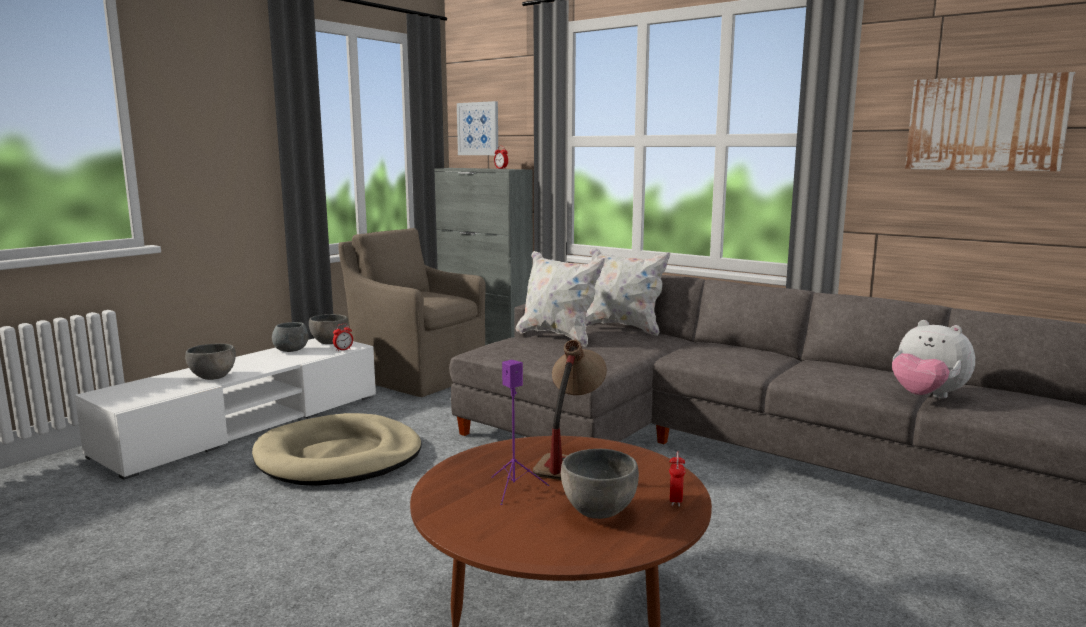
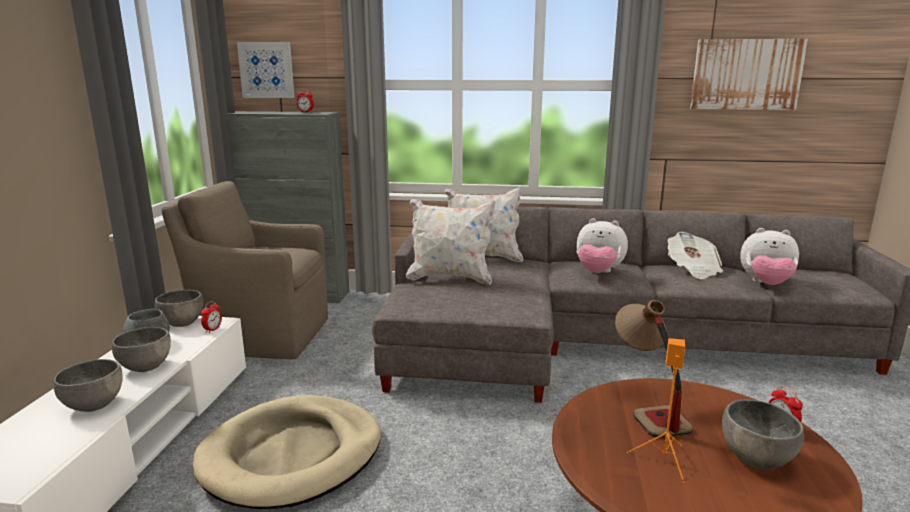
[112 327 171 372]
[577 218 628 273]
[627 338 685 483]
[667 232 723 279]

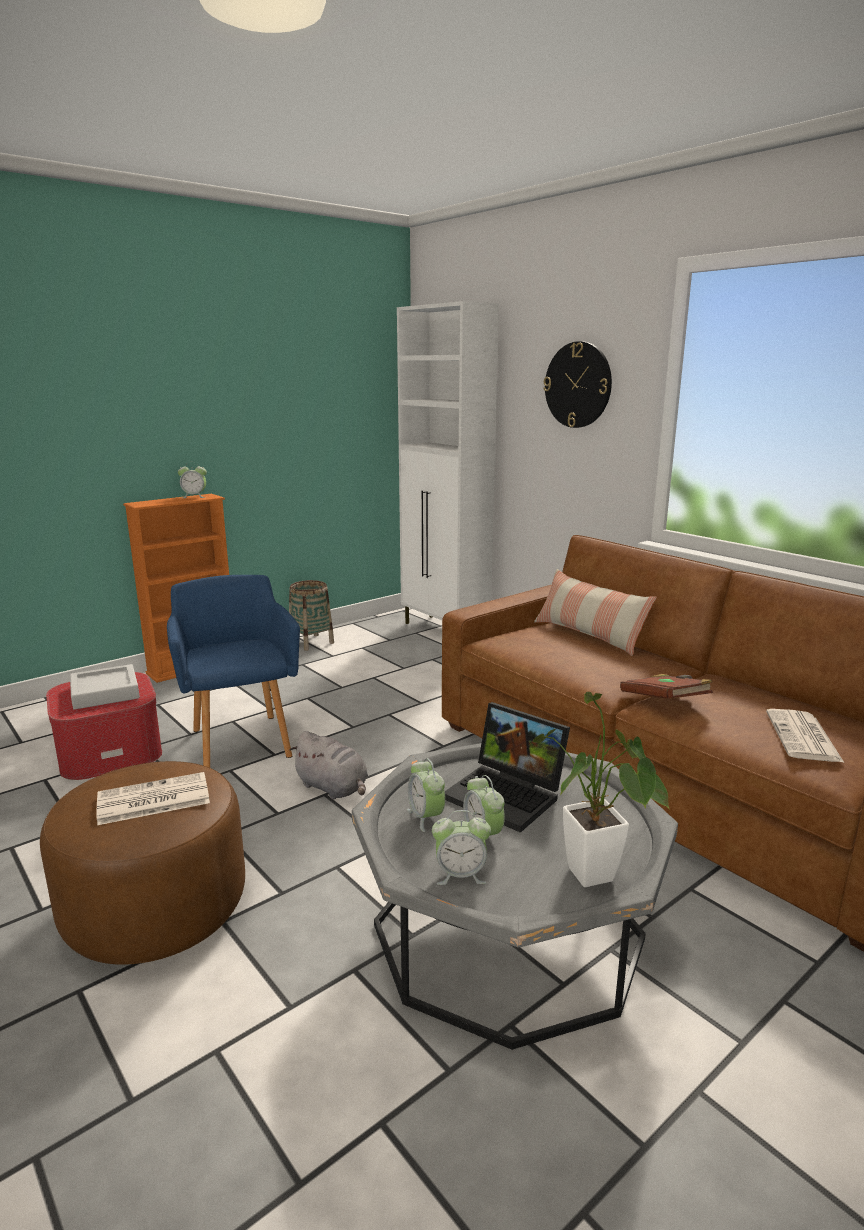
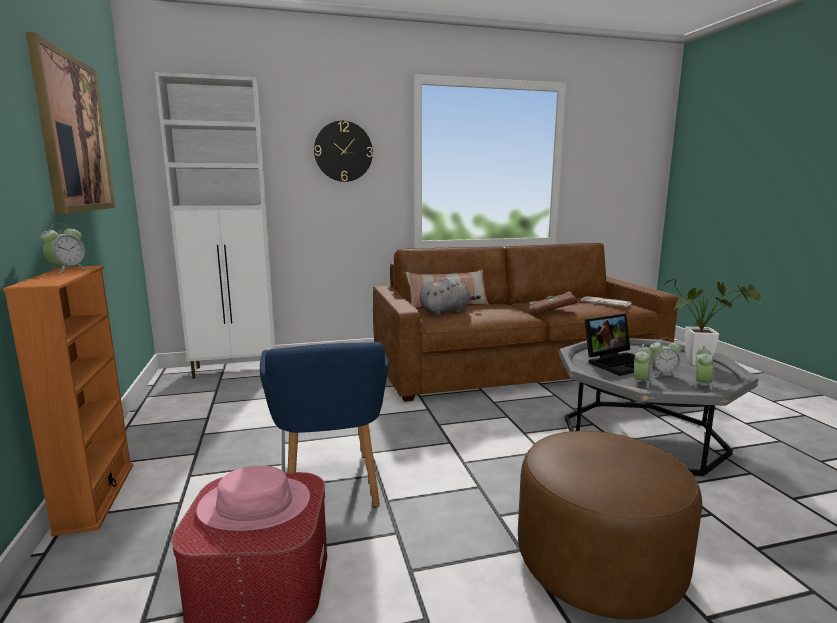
[26 32 115 214]
[196 466 310 531]
[260 342 389 507]
[420 278 481 315]
[634 344 653 388]
[96 772 210 825] (first image)
[289 580 334 651] (first image)

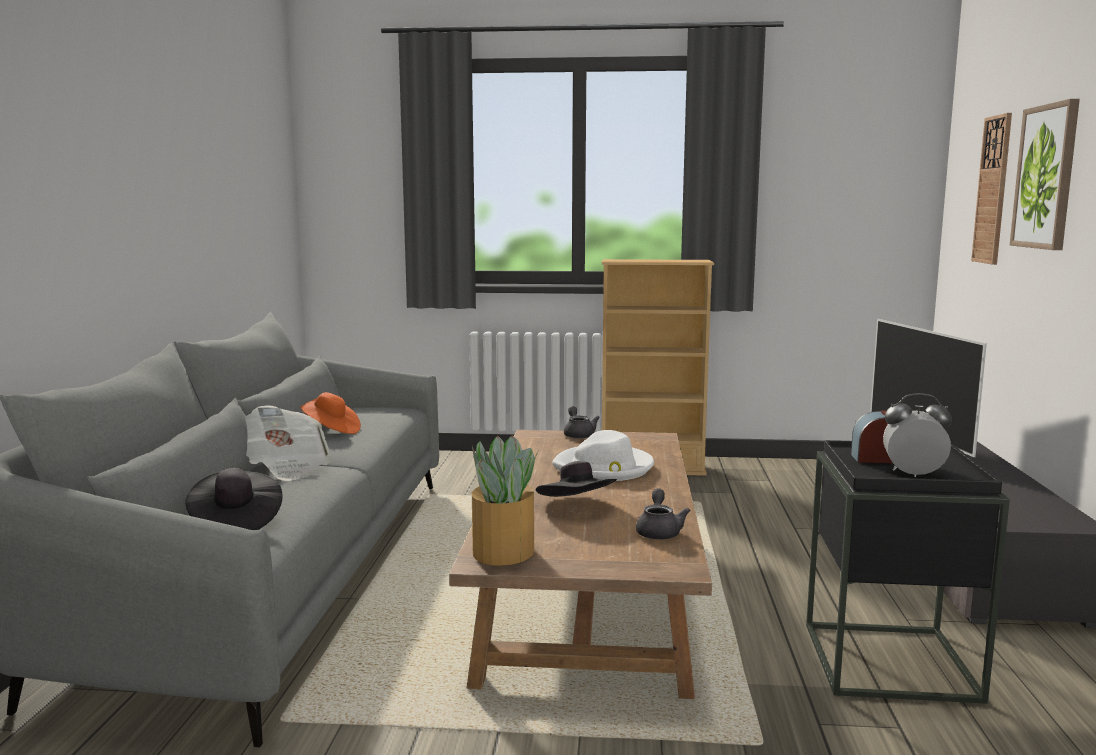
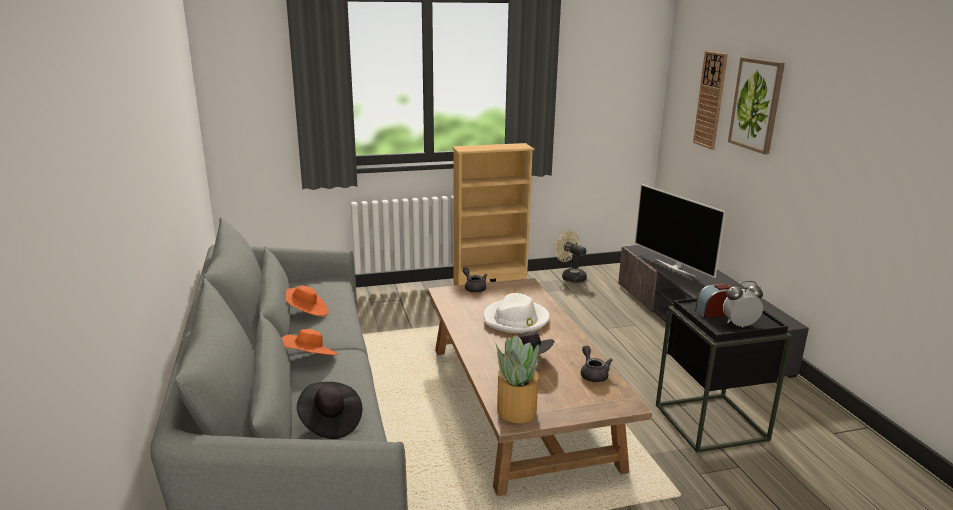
[282 329 337 355]
[555 231 587 283]

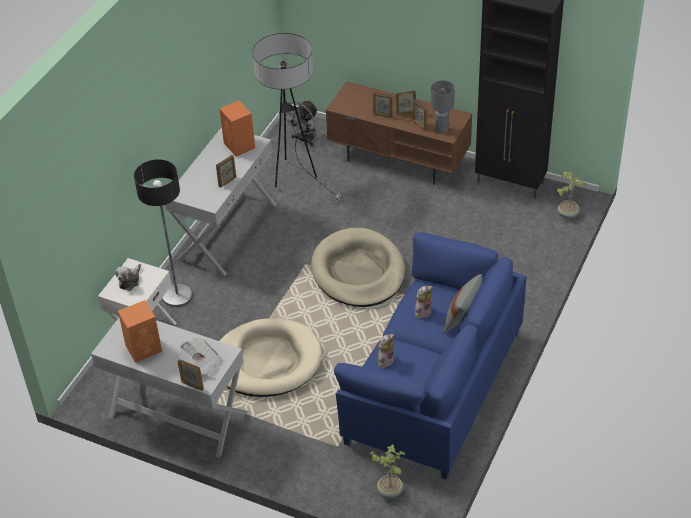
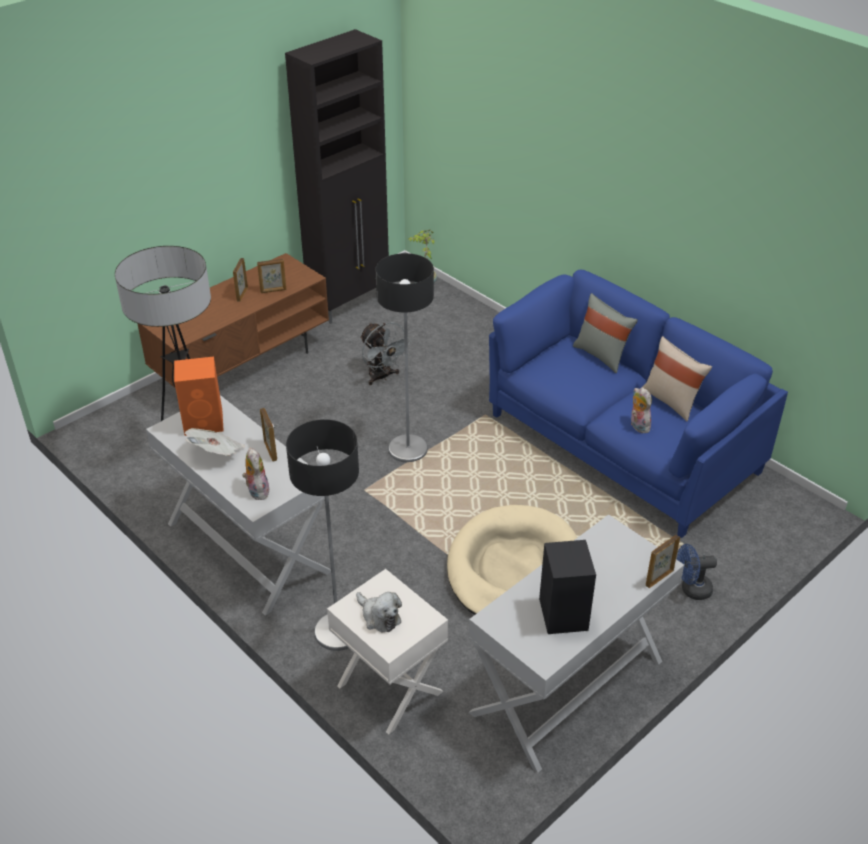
[185 428 245 456]
[242 448 269 500]
[360 322 411 385]
[375 253 434 463]
[539 540 596 634]
[643 336 712 421]
[677 544 717 600]
[370 445 405 499] (first image)
[373 92 393 118] (first image)
[431 80 455 134] (first image)

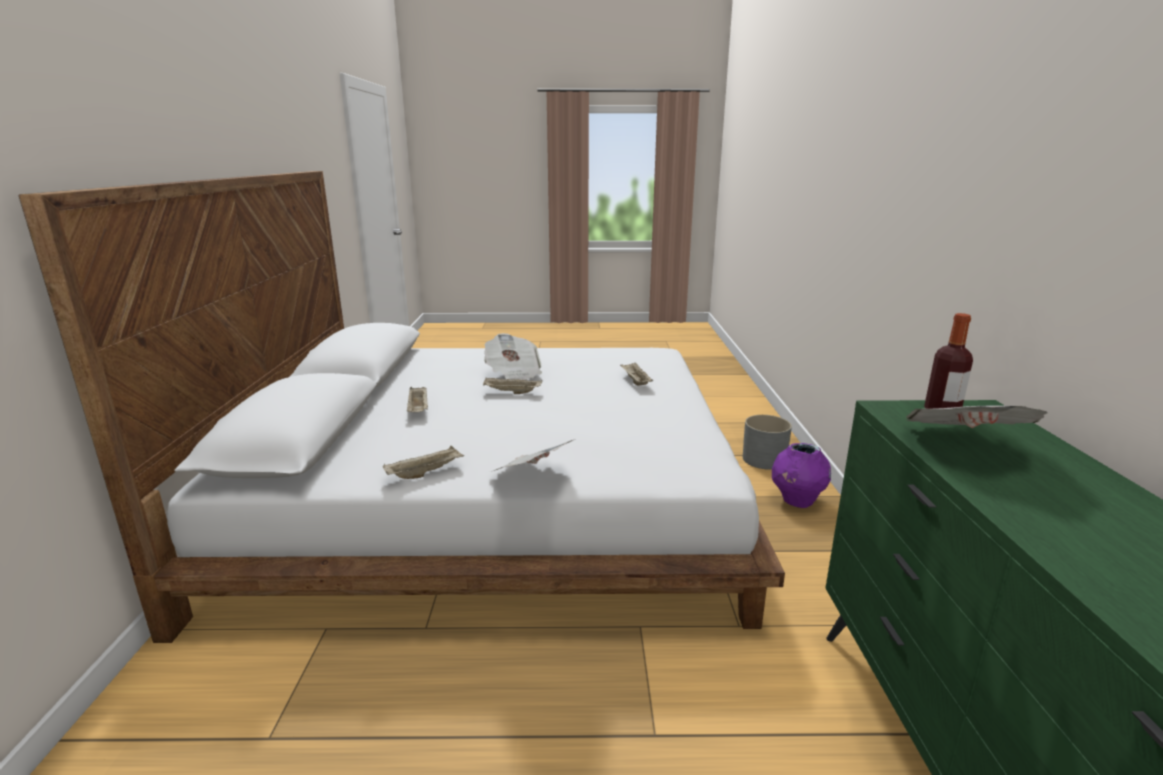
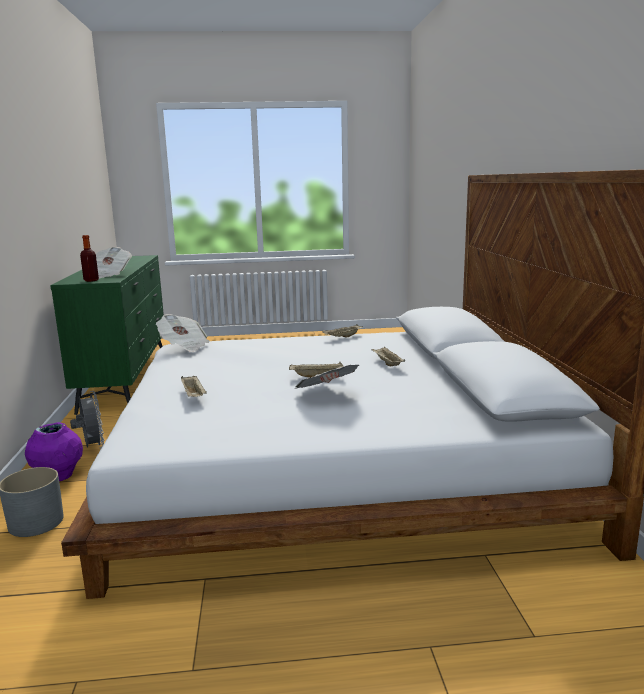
[70 391 104 449]
[156 314 210 352]

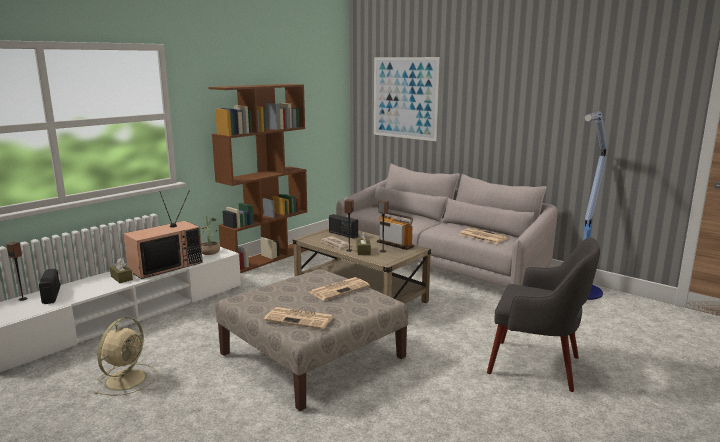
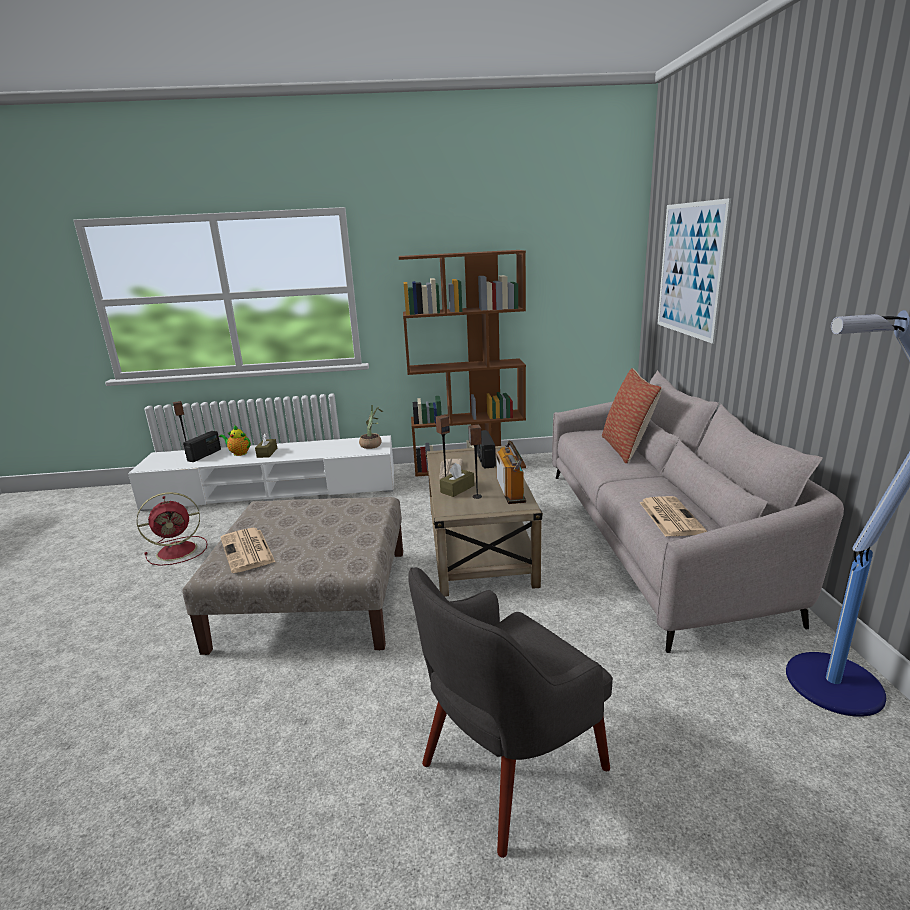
[137 492 207 566]
[219 425 251 456]
[408 567 613 858]
[602 368 662 464]
[123 191 203 279] (first image)
[309 277 370 300] (first image)

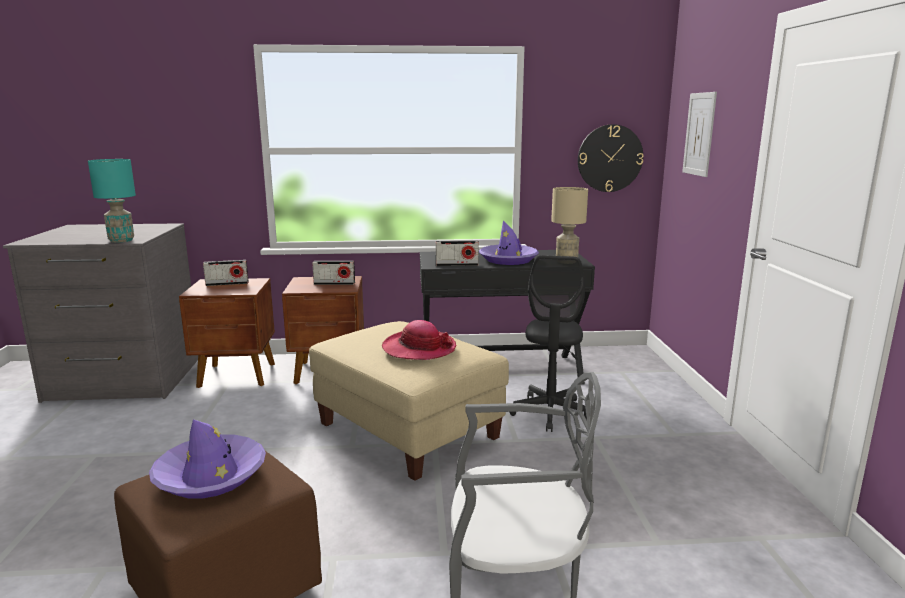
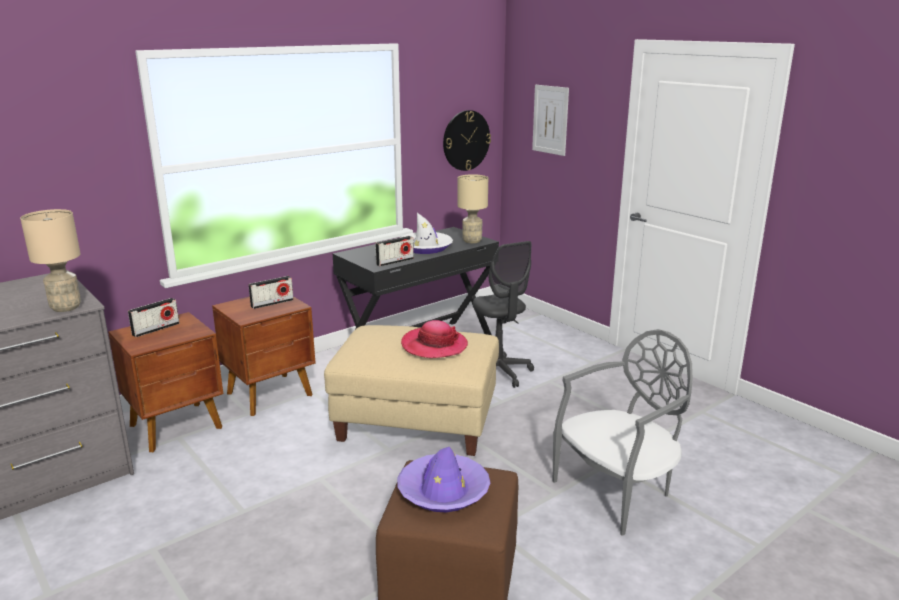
[20 209 81 312]
[402 213 453 254]

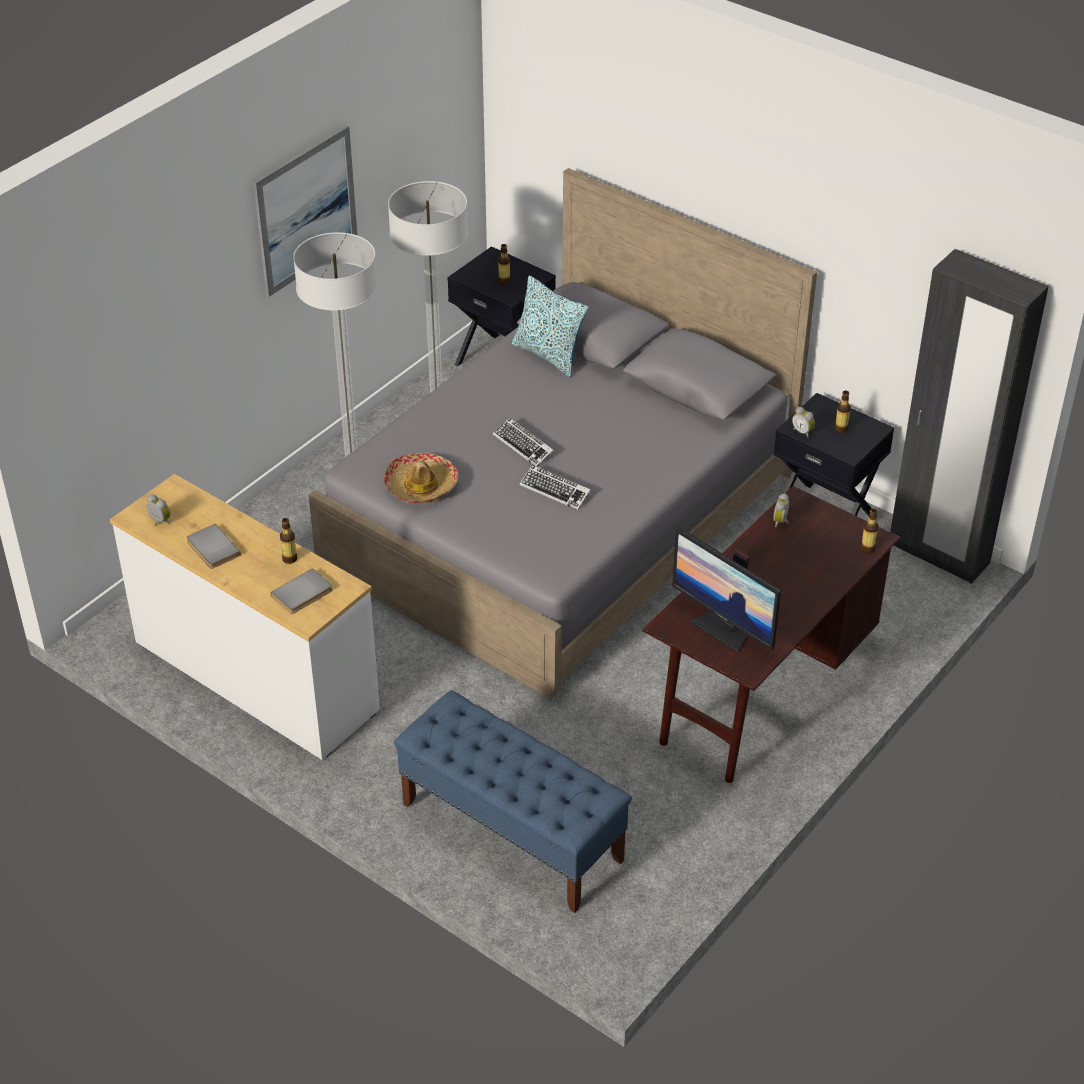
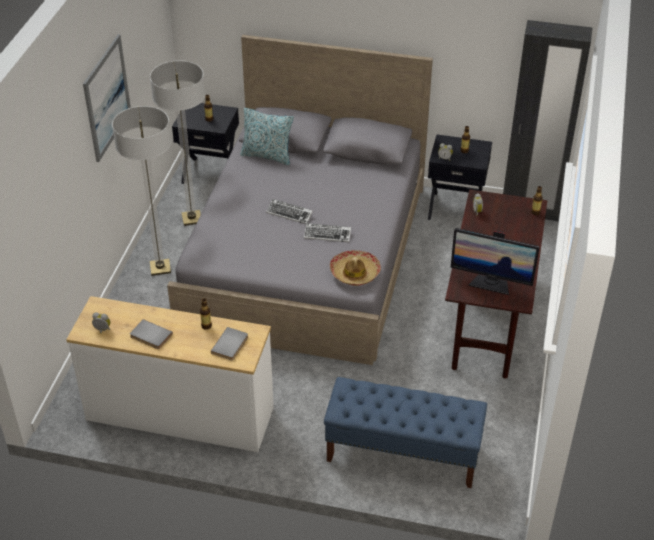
[330 250 381 286]

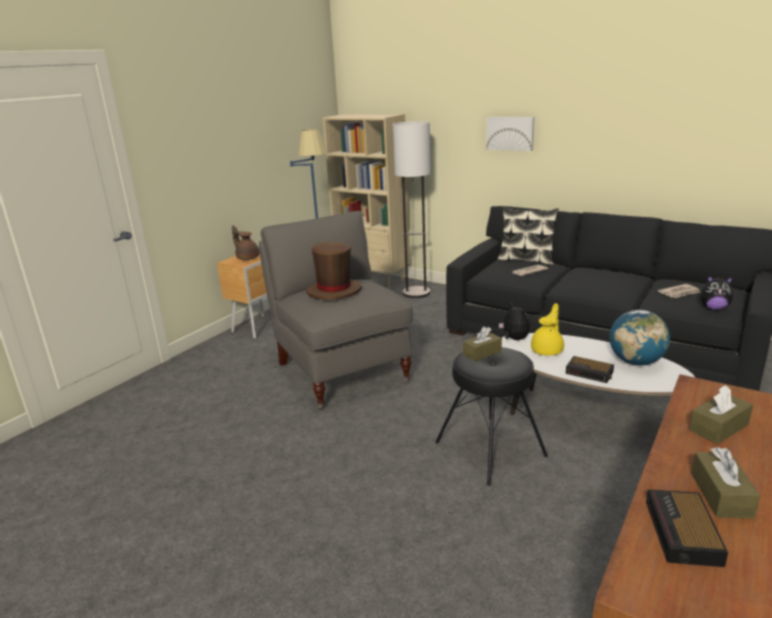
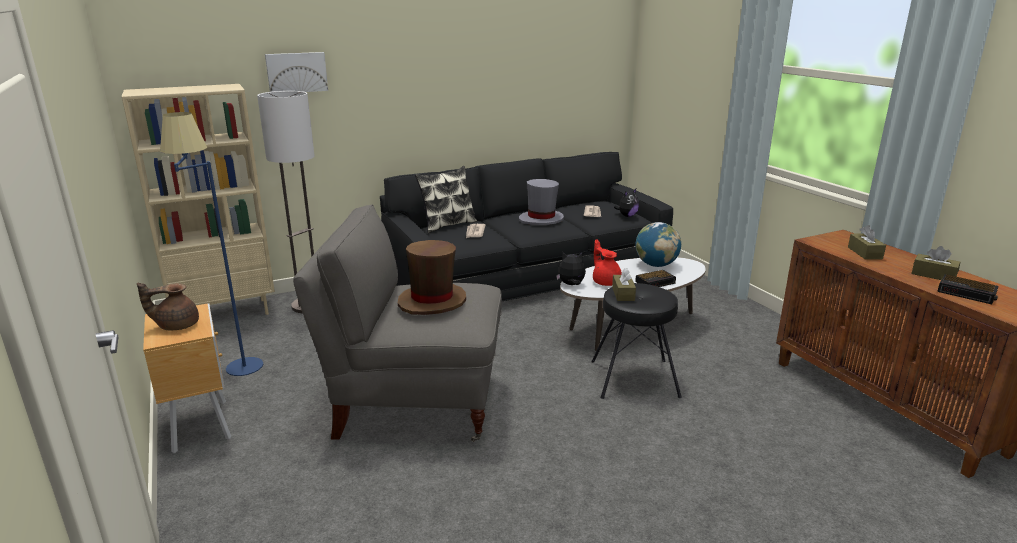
[265 52 328 92]
[519 179 564 225]
[593 239 622 286]

